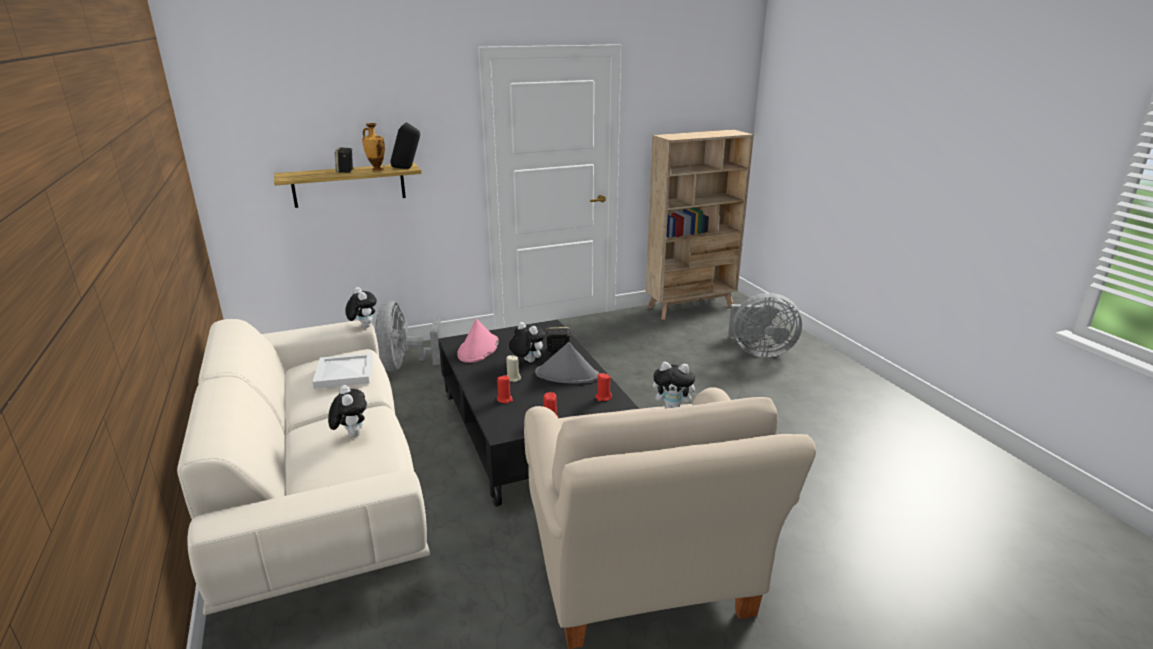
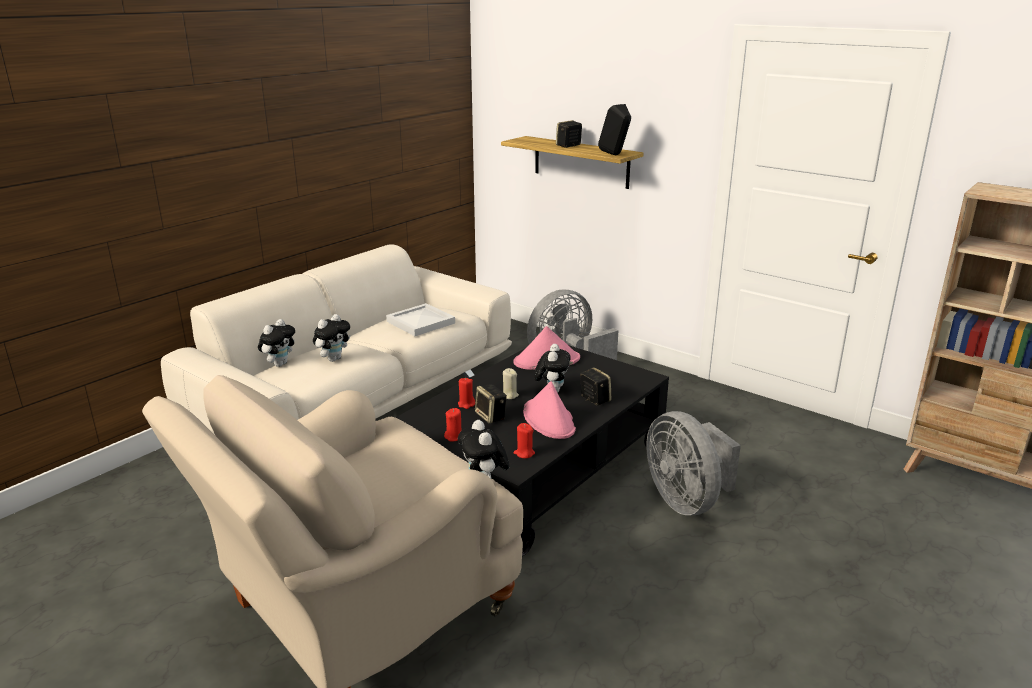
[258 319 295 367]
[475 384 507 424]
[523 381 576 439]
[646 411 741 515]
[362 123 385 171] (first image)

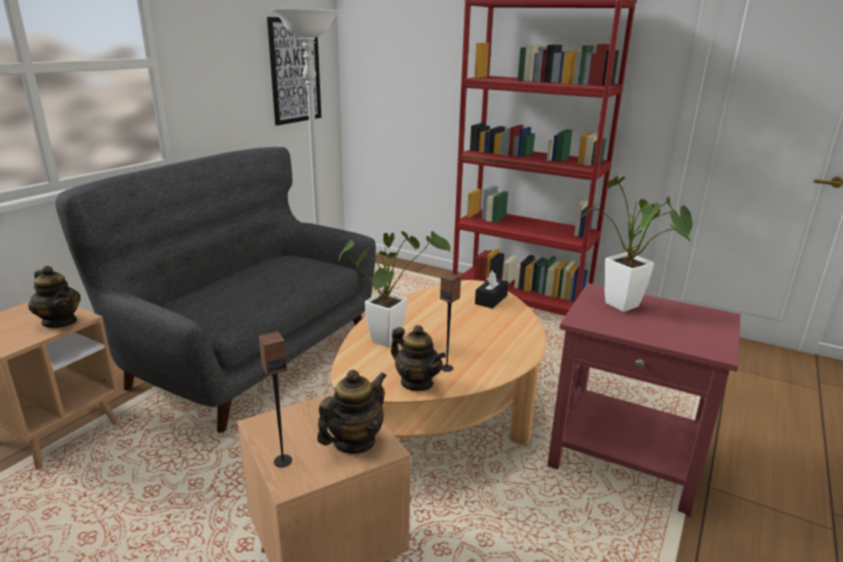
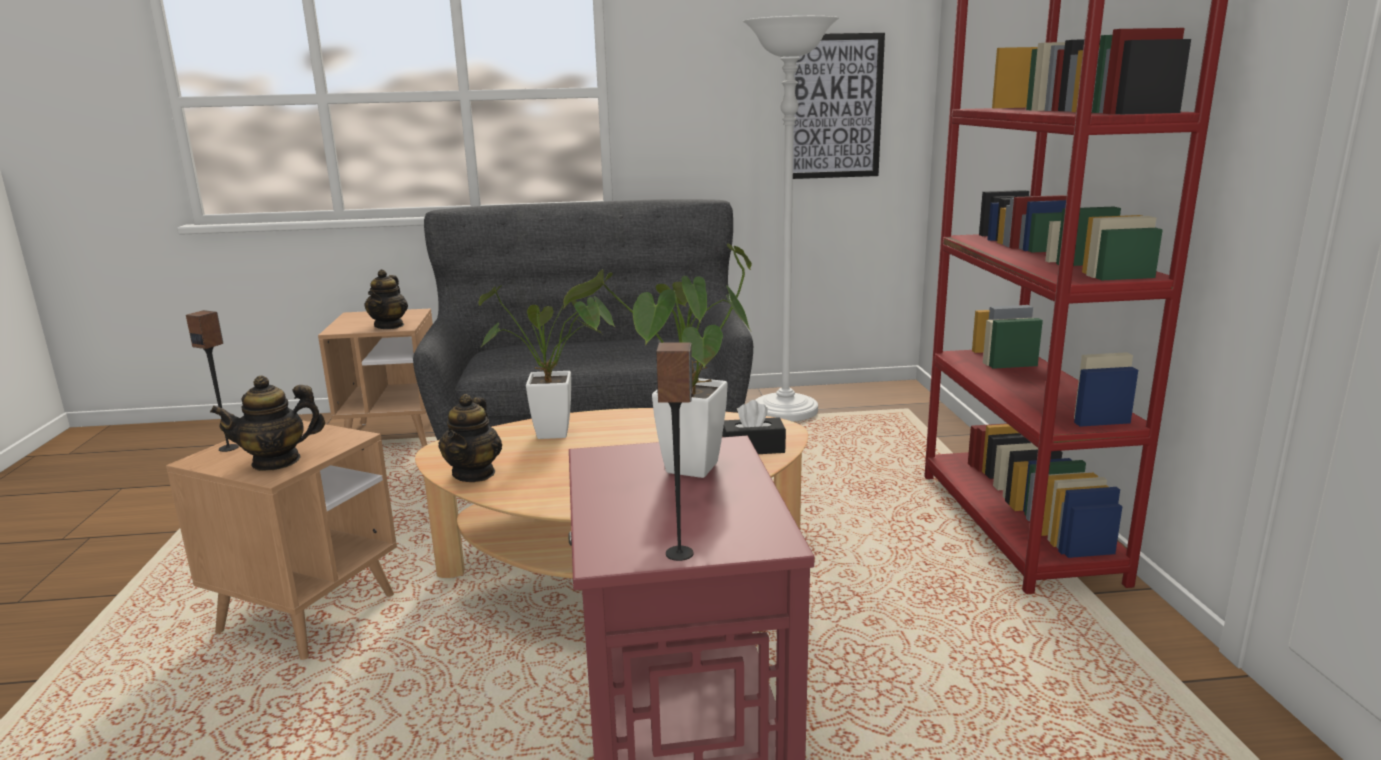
[210 376 325 471]
[656 342 694 561]

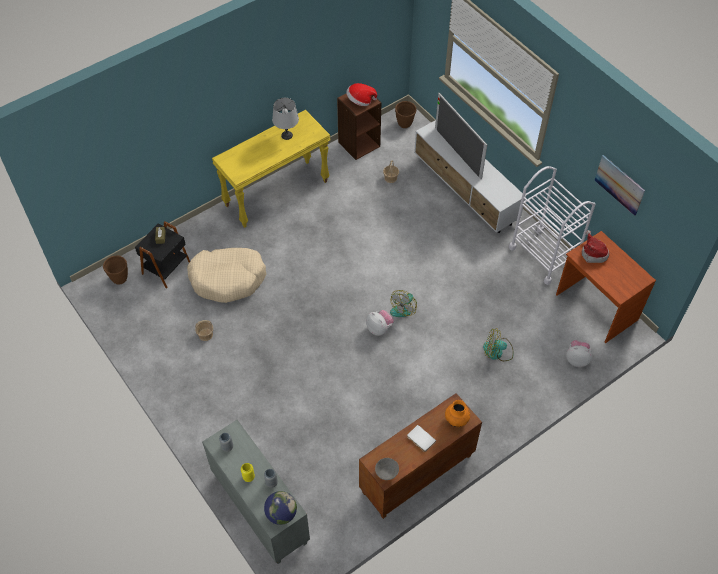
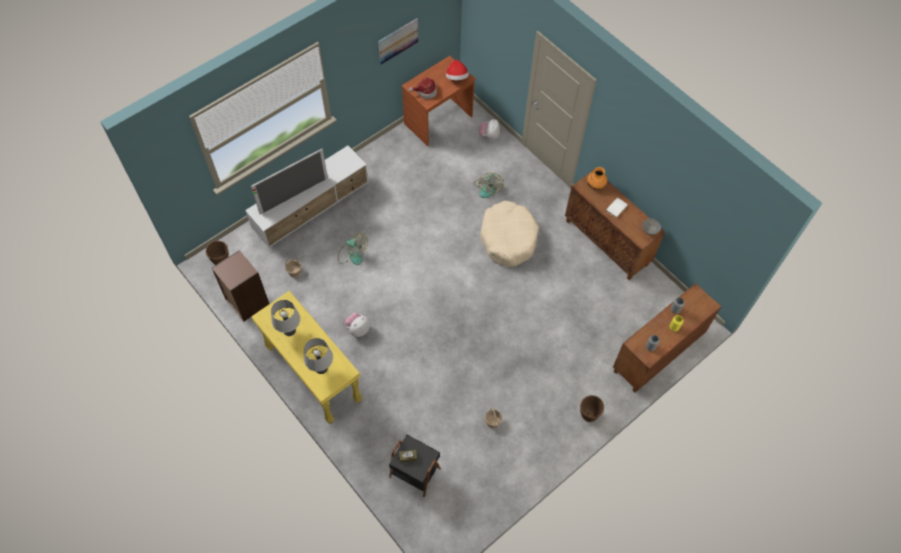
[304 338 333 374]
[338 233 368 265]
[344 313 370 337]
[446 60 469 80]
[480 201 539 267]
[580 395 604 422]
[613 283 722 393]
[264 491 297 525] (first image)
[509 166 596 285] (first image)

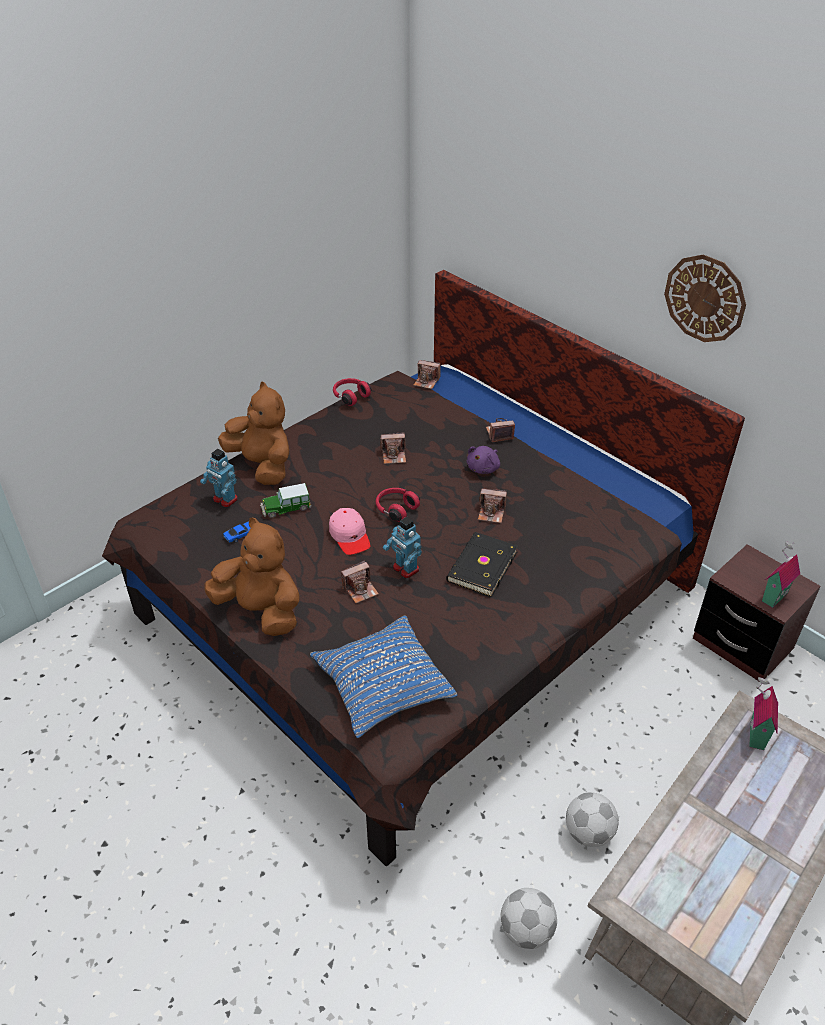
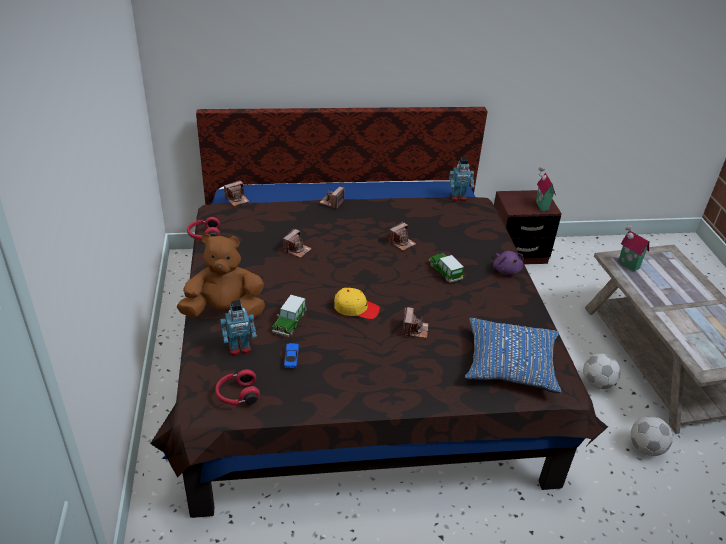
[215 369 260 405]
[334 288 380 319]
[429 253 464 283]
[449 157 474 201]
[493 251 524 275]
[204 518 300 636] (first image)
[664 254 746 342] (first image)

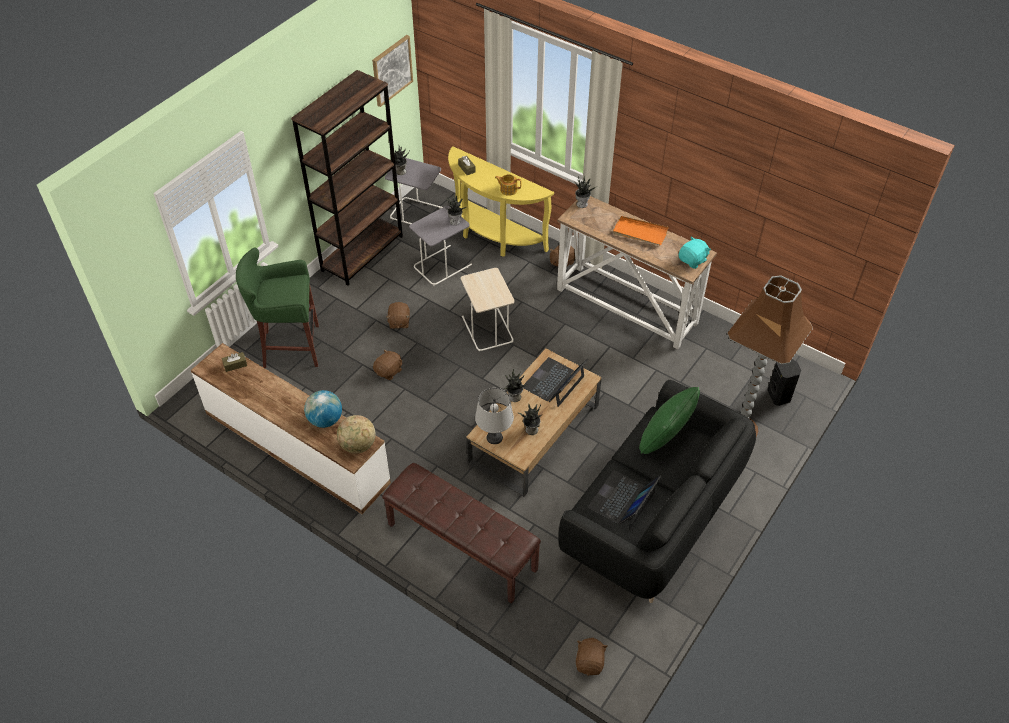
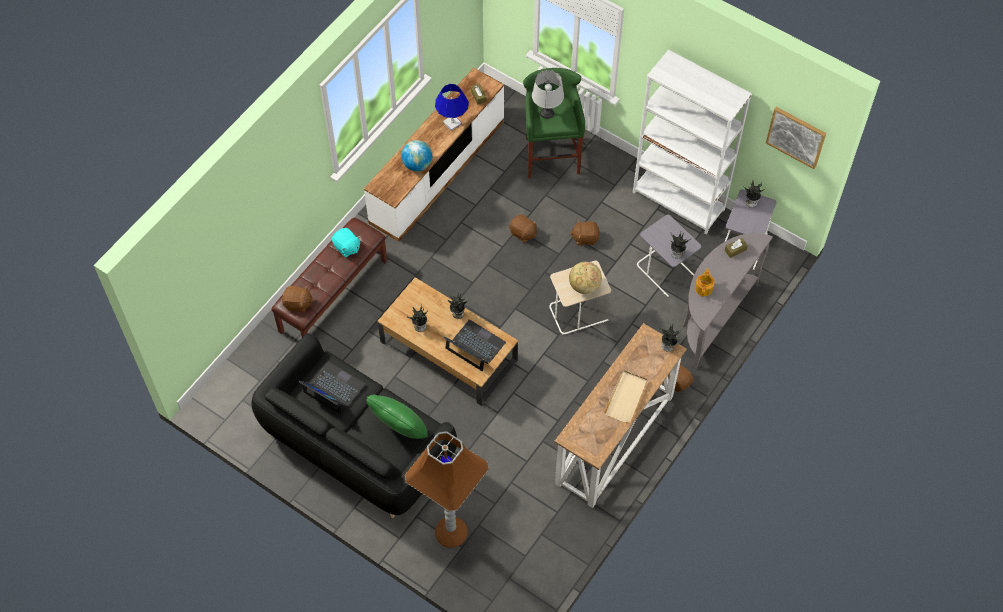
[282 286 314 313]
[332 228 360 257]
[435 84 469 131]
[532 70 564 119]
[569 262 602 294]
[603 371 647 423]
[633 50 752 234]
[683 233 773 368]
[768 359 801 406] (first image)

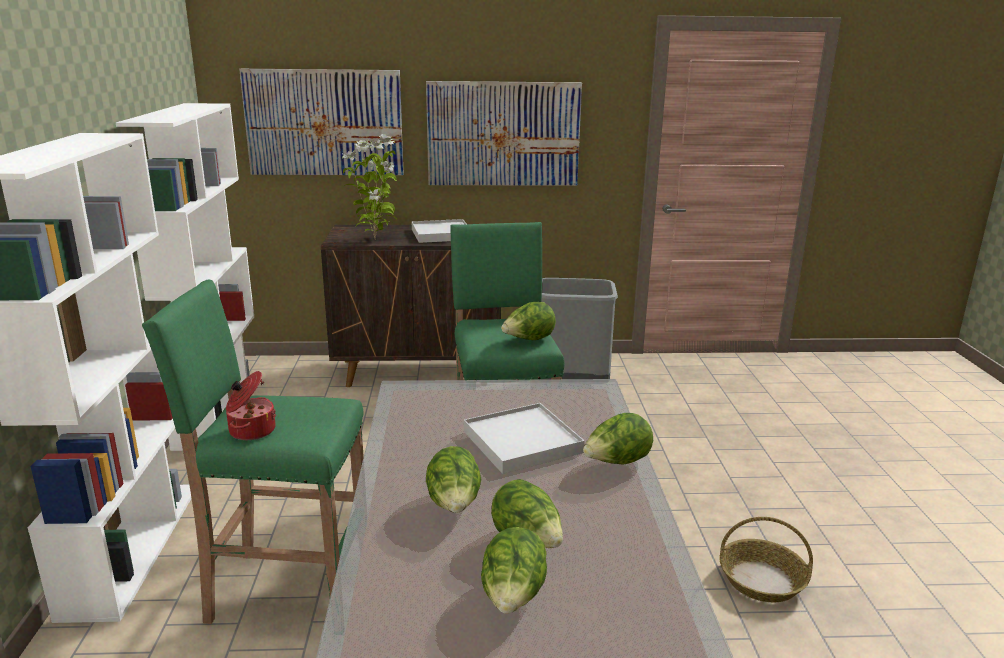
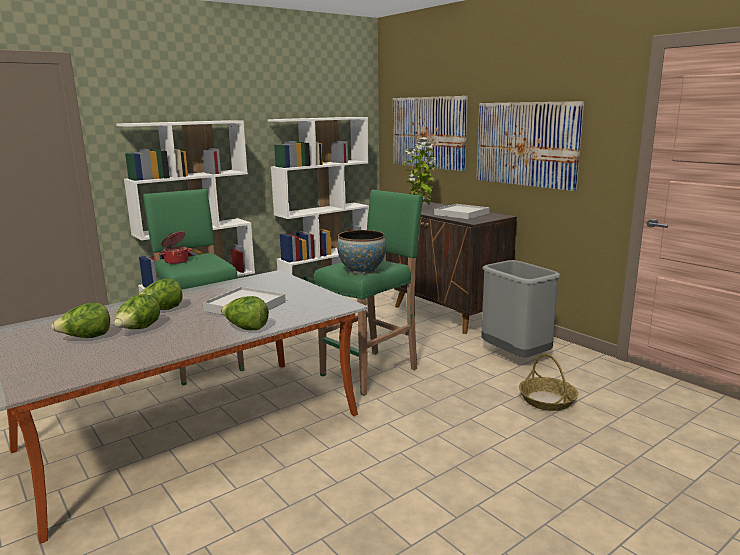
[337 230 386 275]
[519 354 578 411]

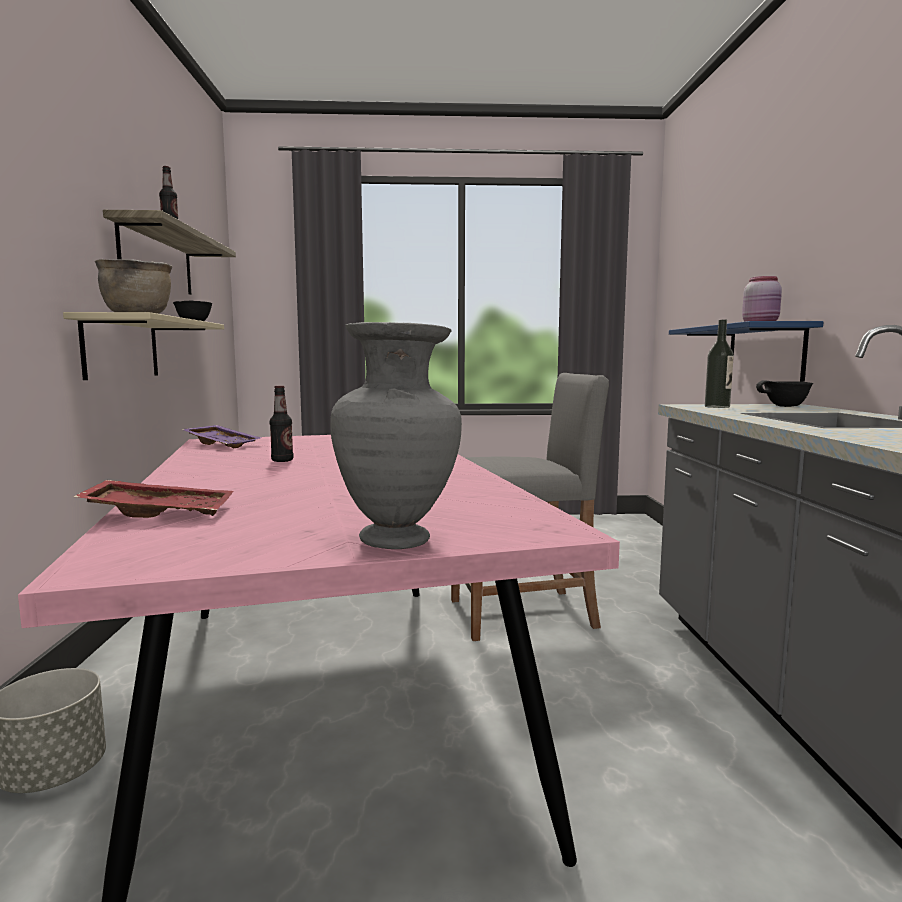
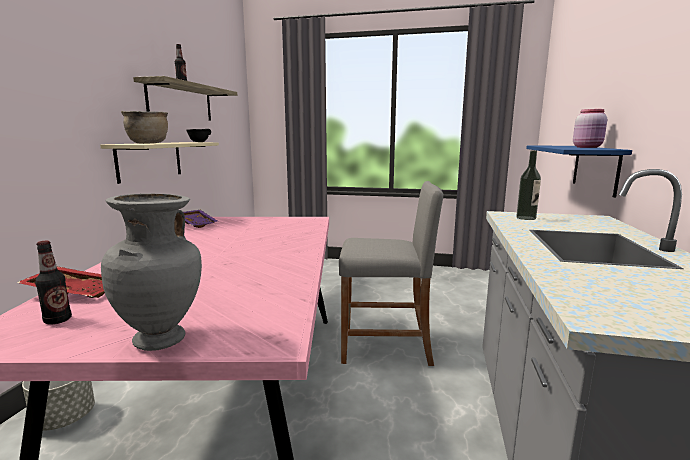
[35 241 72 325]
[756 380 813 407] (first image)

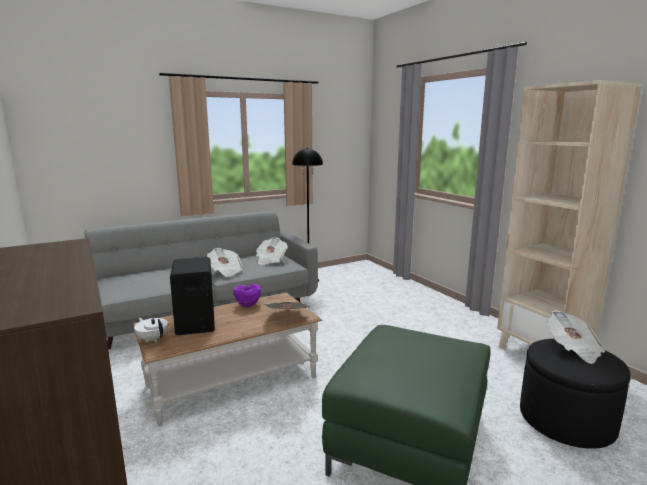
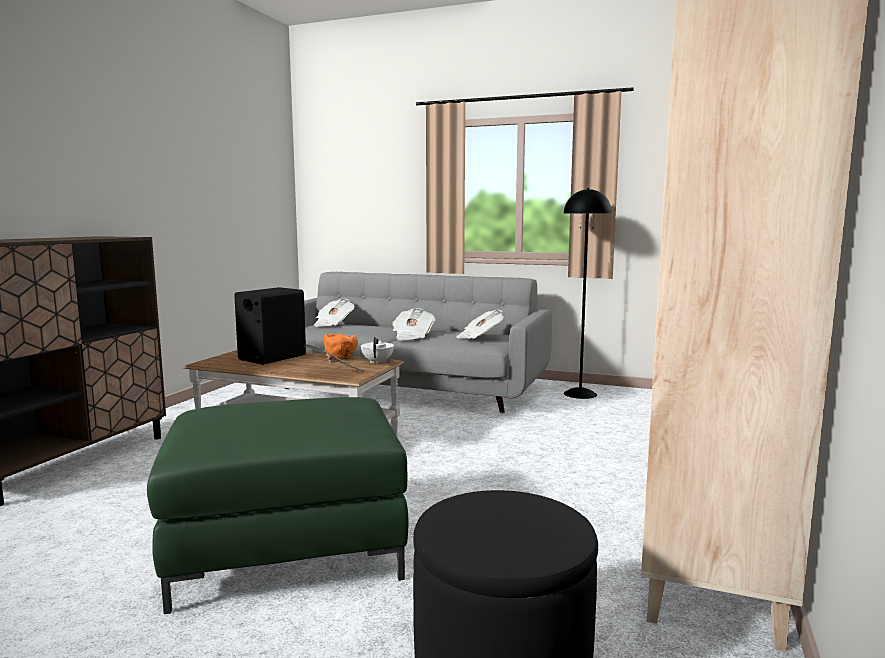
[314 299 355 327]
[324 334 358 360]
[361 337 394 364]

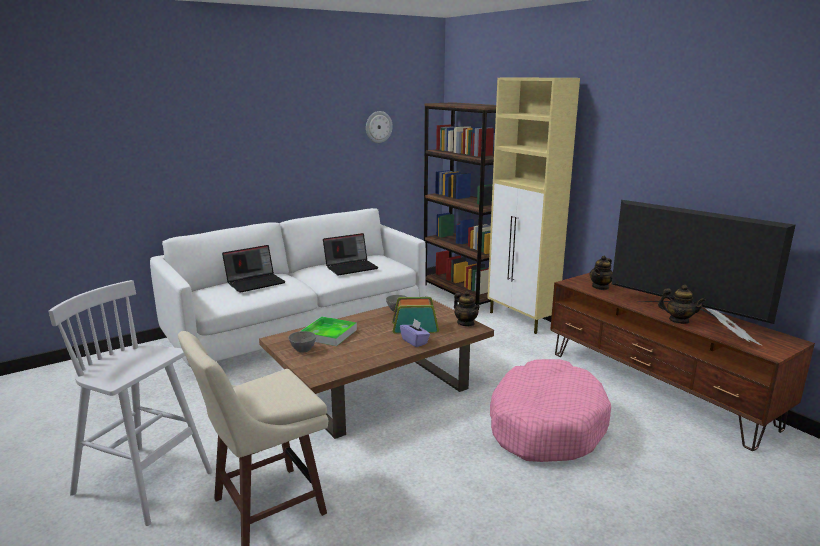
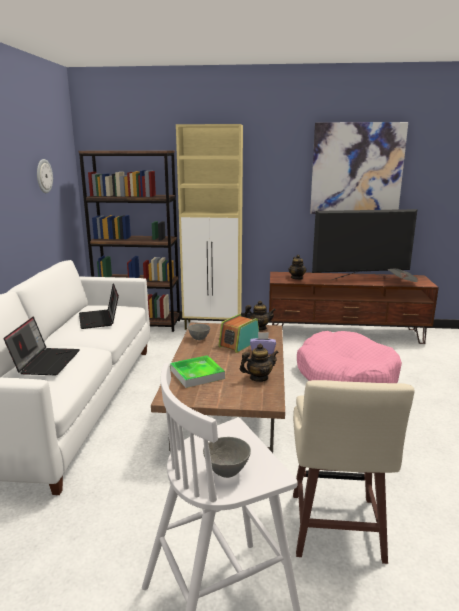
[79 283 119 329]
[203 437 251 478]
[240 344 279 382]
[310 122 408 214]

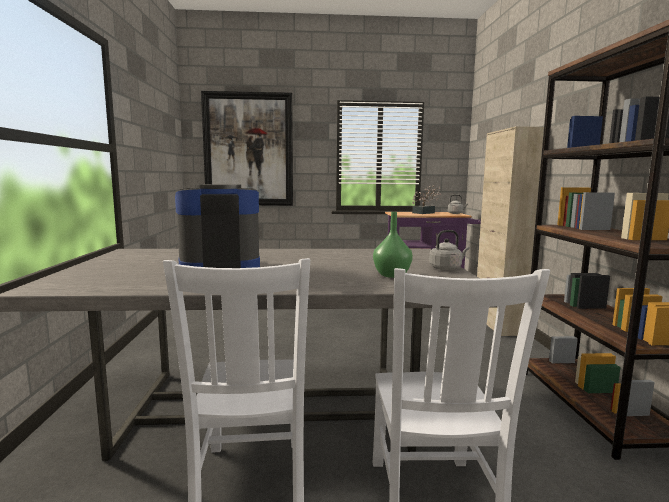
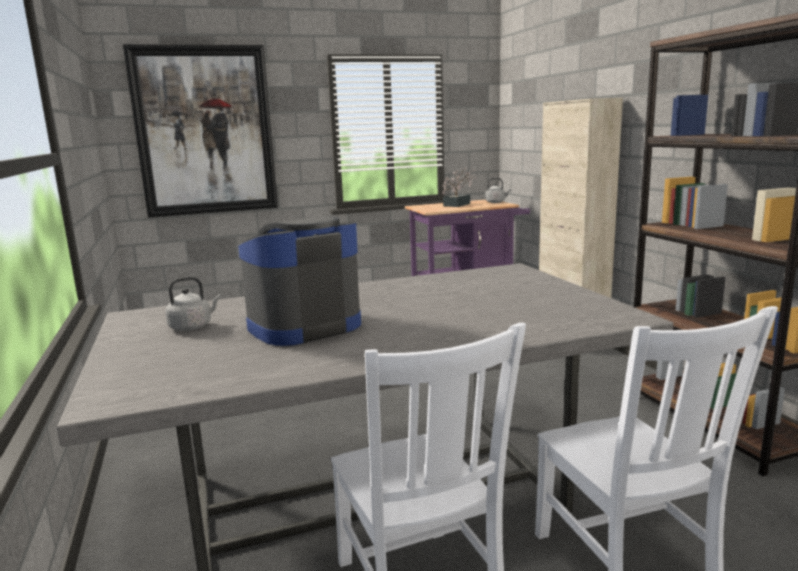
[165 277 221 331]
[373 212 413 278] (first image)

